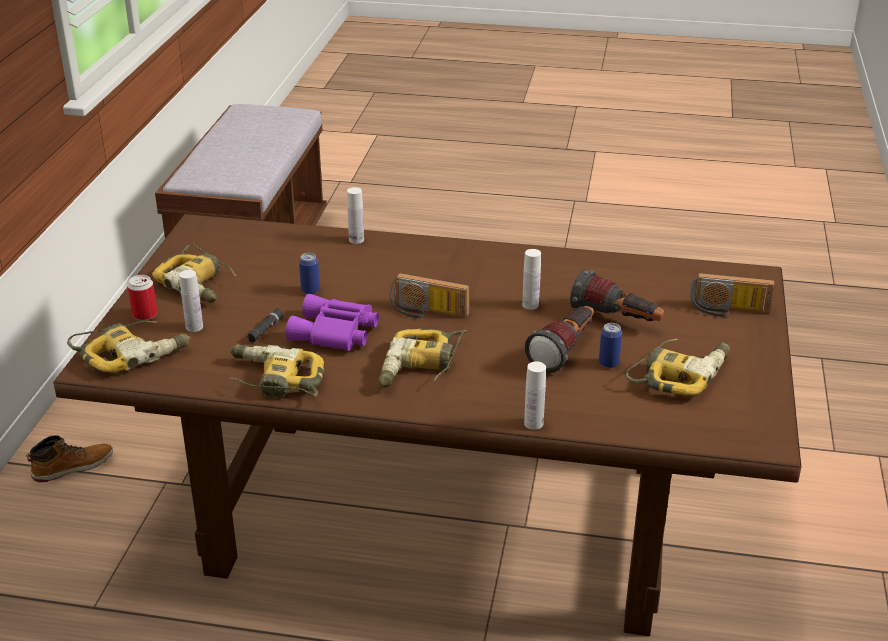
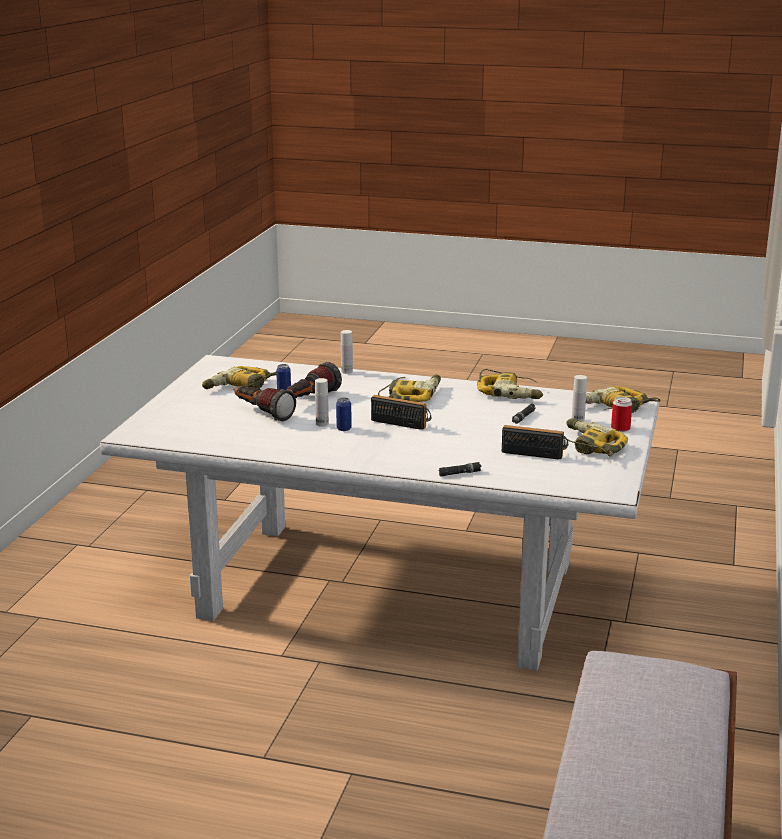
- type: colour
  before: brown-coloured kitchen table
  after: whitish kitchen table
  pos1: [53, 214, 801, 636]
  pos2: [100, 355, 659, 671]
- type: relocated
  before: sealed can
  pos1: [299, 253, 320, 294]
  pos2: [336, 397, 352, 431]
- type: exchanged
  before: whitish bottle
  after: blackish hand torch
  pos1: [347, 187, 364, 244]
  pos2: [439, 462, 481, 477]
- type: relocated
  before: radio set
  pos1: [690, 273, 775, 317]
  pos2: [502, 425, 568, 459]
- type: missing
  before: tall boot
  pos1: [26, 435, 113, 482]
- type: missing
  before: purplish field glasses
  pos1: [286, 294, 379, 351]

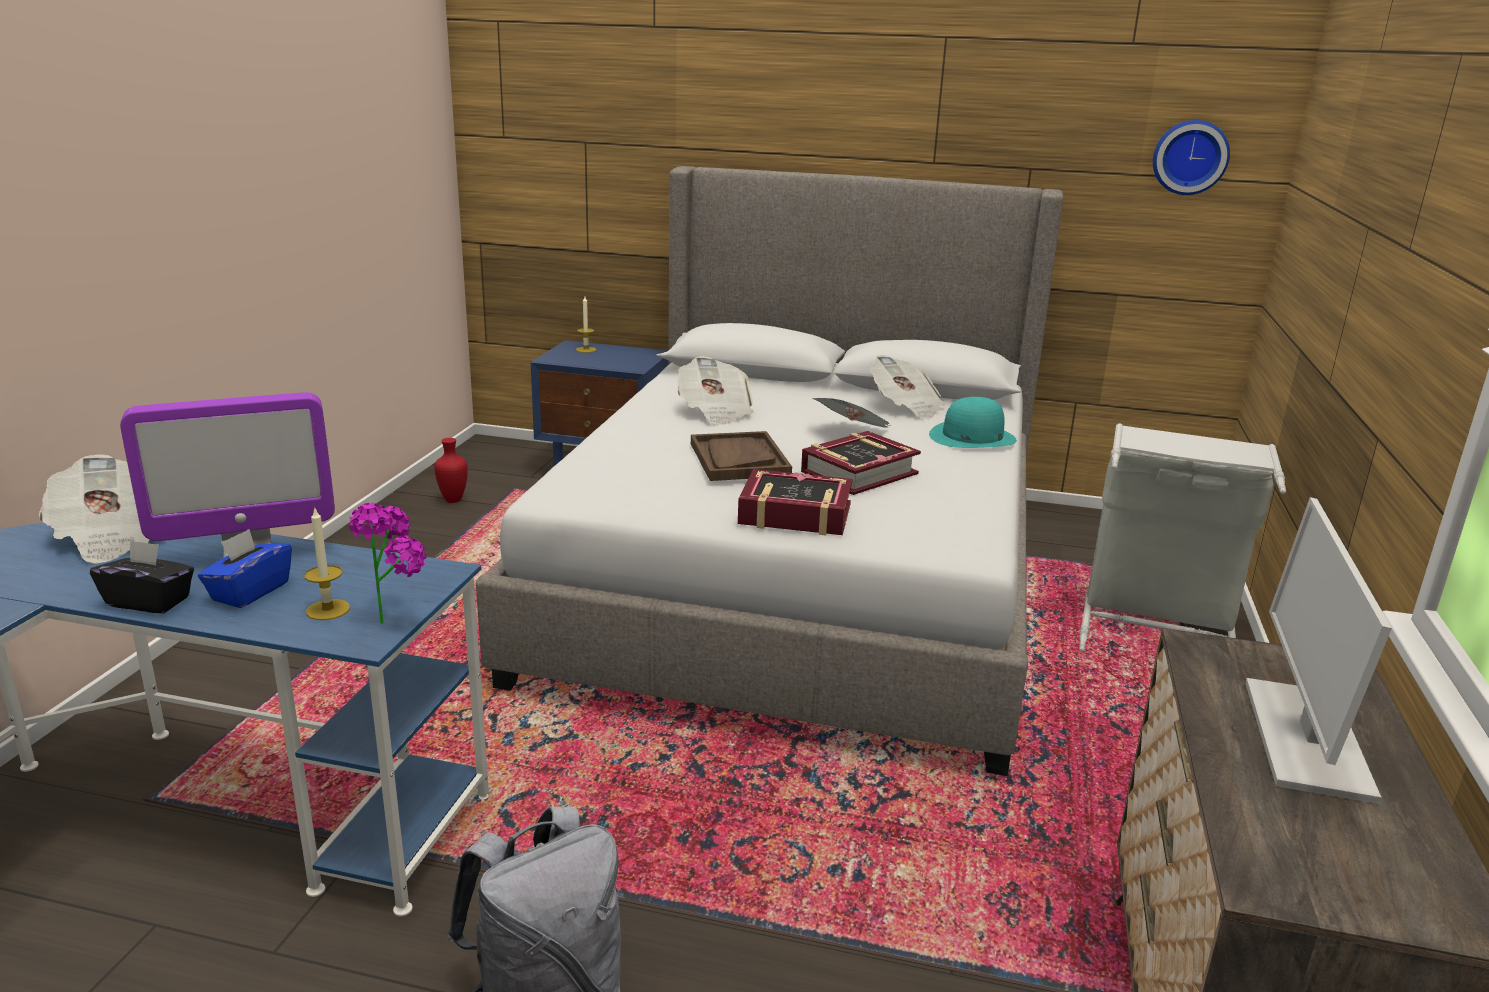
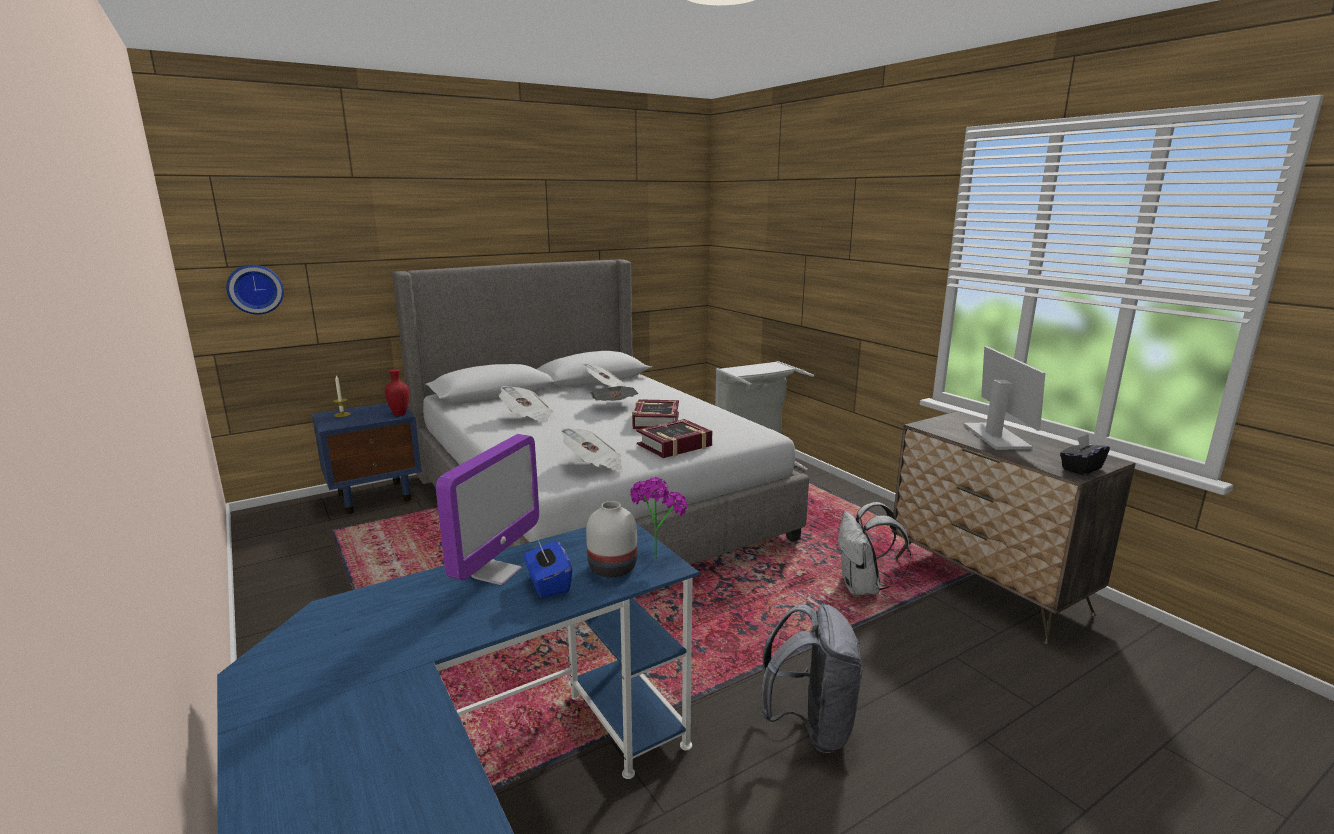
- type: relocated
  before: hanging clock
  pos1: [1153, 120, 1230, 195]
  pos2: [226, 265, 284, 315]
- type: relocated
  before: reddish vase
  pos1: [434, 438, 468, 503]
  pos2: [385, 369, 409, 416]
- type: relocated
  before: printed paper
  pos1: [38, 454, 149, 564]
  pos2: [561, 428, 623, 472]
- type: exchanged
  before: candle
  after: whitish vase
  pos1: [304, 509, 350, 620]
  pos2: [586, 501, 637, 577]
- type: appeared
  after: whitish rucksack
  pos2: [838, 502, 911, 595]
- type: spun
  before: monitor
  pos1: [1246, 497, 1392, 804]
  pos2: [963, 346, 1045, 450]
  turn: -150
- type: relocated
  before: blackish box of tissues
  pos1: [90, 540, 194, 613]
  pos2: [1060, 434, 1110, 475]
- type: missing
  before: brown-coloured carrying tray
  pos1: [691, 431, 792, 481]
- type: missing
  before: turquoise wearable hat
  pos1: [929, 397, 1017, 448]

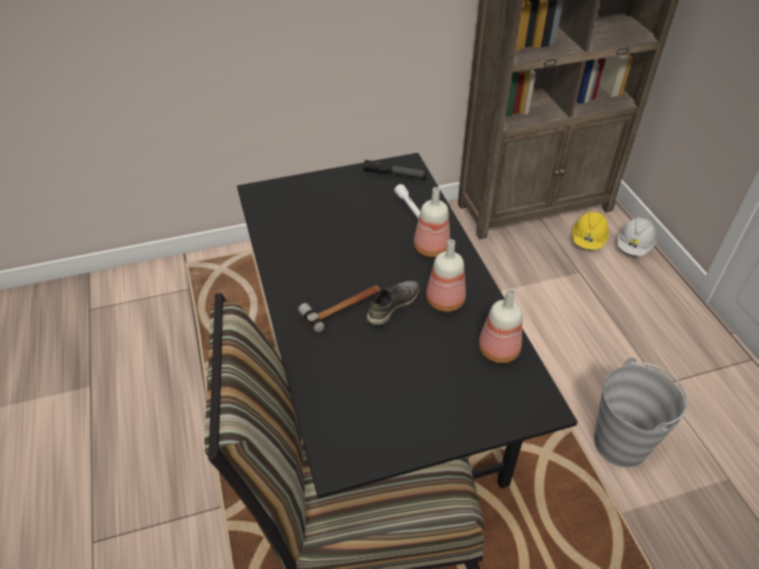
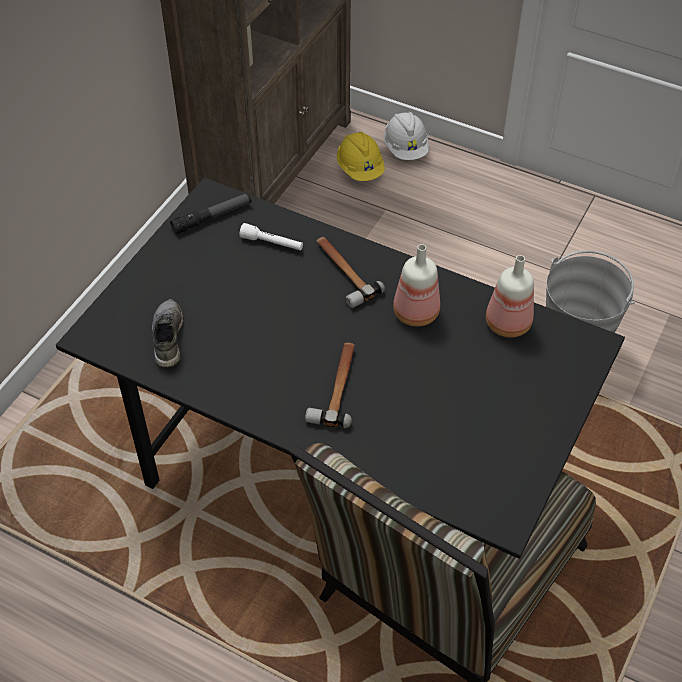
- type: relocated
  before: grey item of footwear
  pos1: [367, 281, 420, 326]
  pos2: [152, 299, 183, 367]
- type: exchanged
  before: bottle
  after: hand hammer
  pos1: [414, 187, 450, 257]
  pos2: [317, 237, 385, 308]

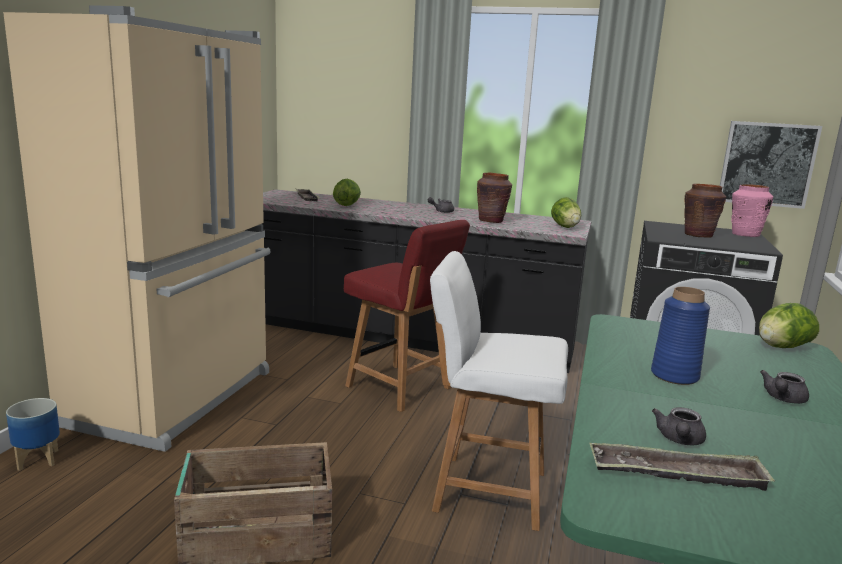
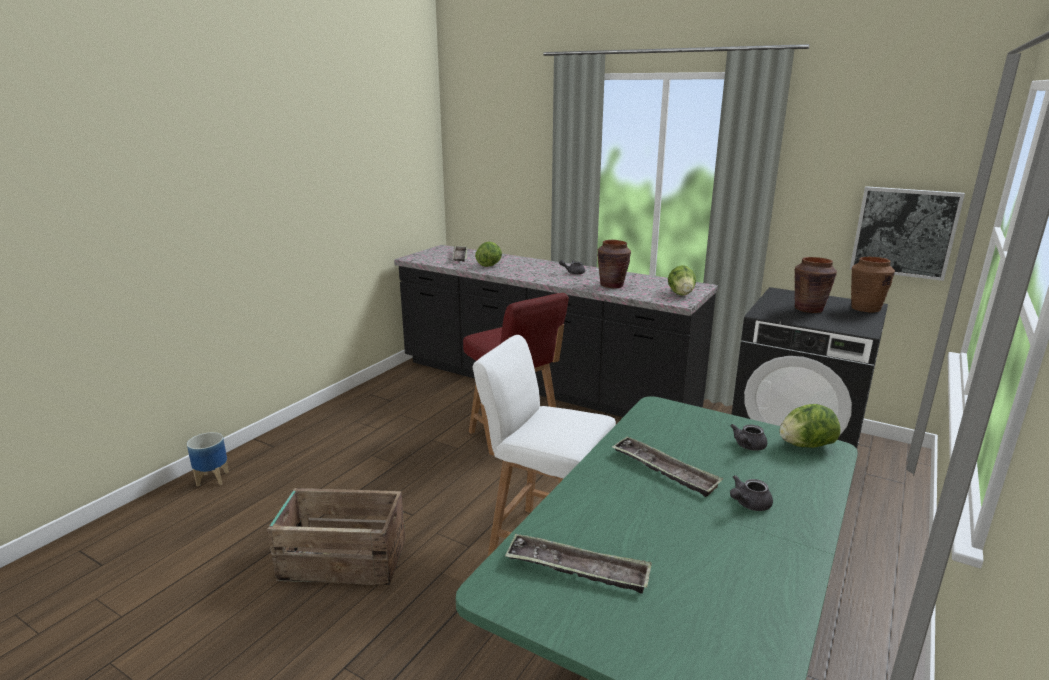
- type: exchanged
  before: blue vase
  after: carrying tray
  pos1: [651, 287, 710, 385]
  pos2: [612, 436, 723, 497]
- type: relocated
  before: grey tea pot
  pos1: [652, 407, 706, 445]
  pos2: [731, 424, 767, 451]
- type: colour
  before: pink-coloured vase
  after: brown-coloured vase
  pos1: [731, 184, 773, 237]
  pos2: [851, 257, 895, 313]
- type: missing
  before: beige fridge
  pos1: [3, 5, 271, 452]

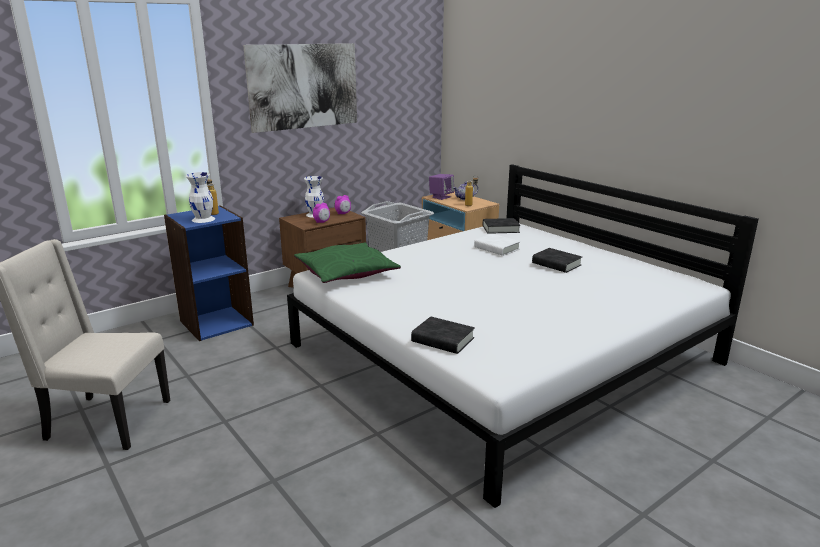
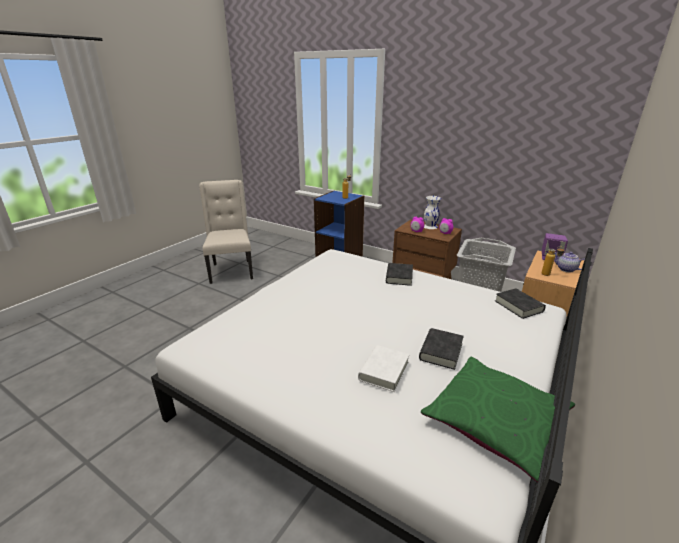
- type: relocated
  before: whitish book
  pos1: [474, 234, 520, 256]
  pos2: [358, 345, 410, 392]
- type: relocated
  before: blackish book
  pos1: [411, 316, 475, 354]
  pos2: [386, 263, 413, 286]
- type: relocated
  before: green throw pillow
  pos1: [294, 243, 401, 283]
  pos2: [421, 357, 575, 482]
- type: missing
  before: whitish vase
  pos1: [186, 172, 215, 223]
- type: missing
  before: wall art
  pos1: [243, 43, 357, 133]

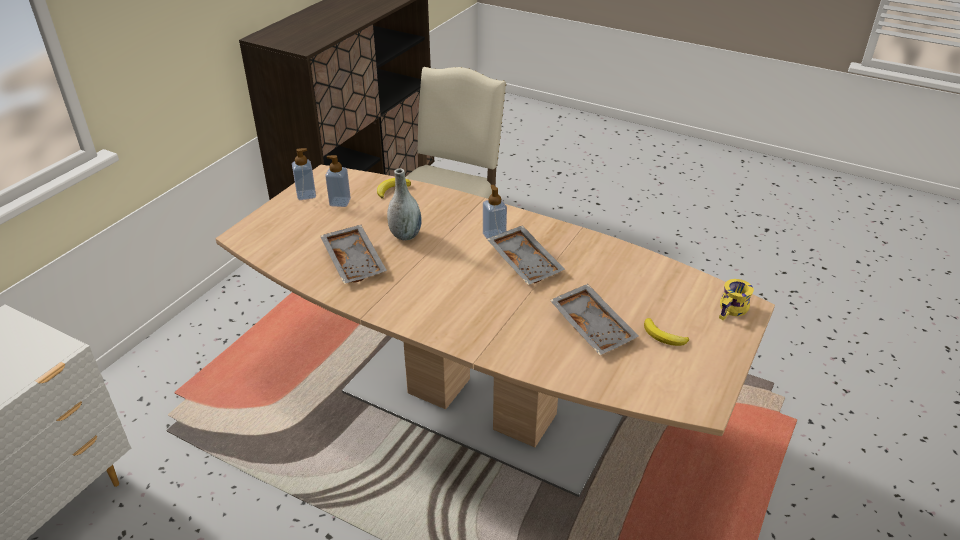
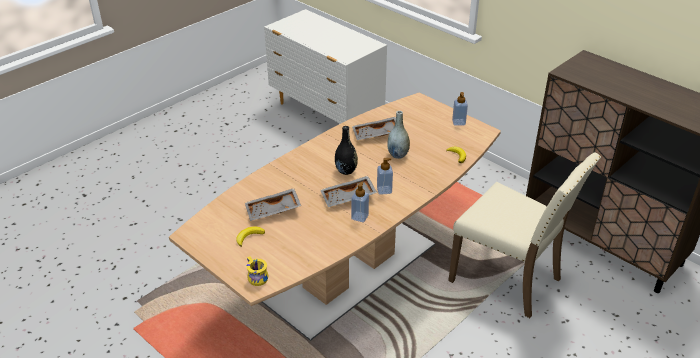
- type: appeared
  after: blackish vase
  pos2: [335, 126, 358, 175]
- type: relocated
  before: liquid soap bottle
  pos1: [325, 155, 351, 207]
  pos2: [351, 182, 369, 222]

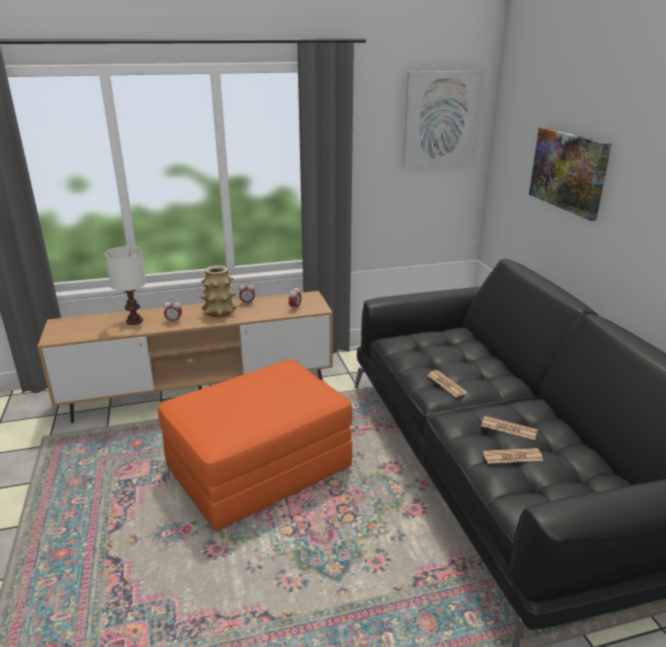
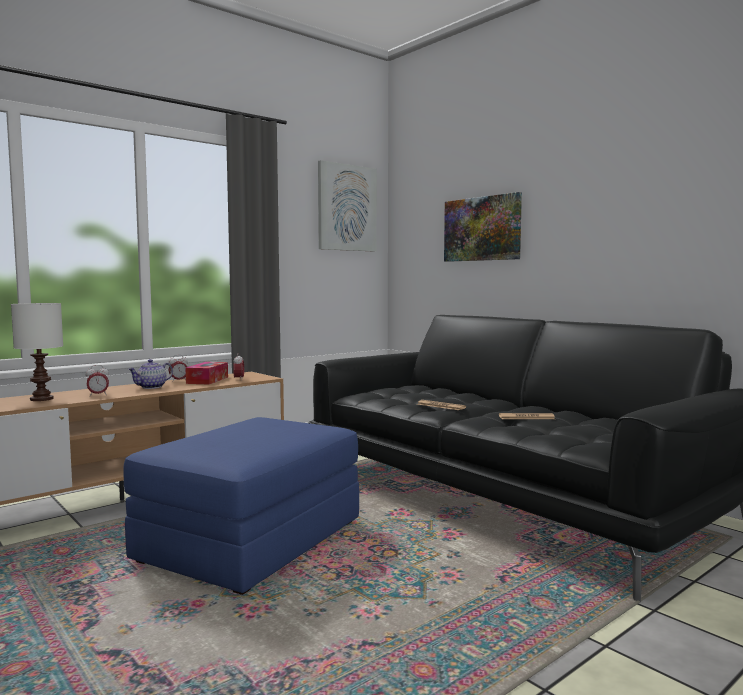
- type: colour
  before: orange ottoman
  after: blue ottoman
  pos1: [158, 359, 352, 532]
  pos2: [124, 417, 359, 595]
- type: exchanged
  before: vase
  after: tea pot
  pos1: [200, 265, 237, 317]
  pos2: [128, 359, 173, 389]
- type: appeared
  after: box of tissues
  pos2: [185, 362, 228, 384]
- type: missing
  before: printed paper
  pos1: [483, 448, 543, 464]

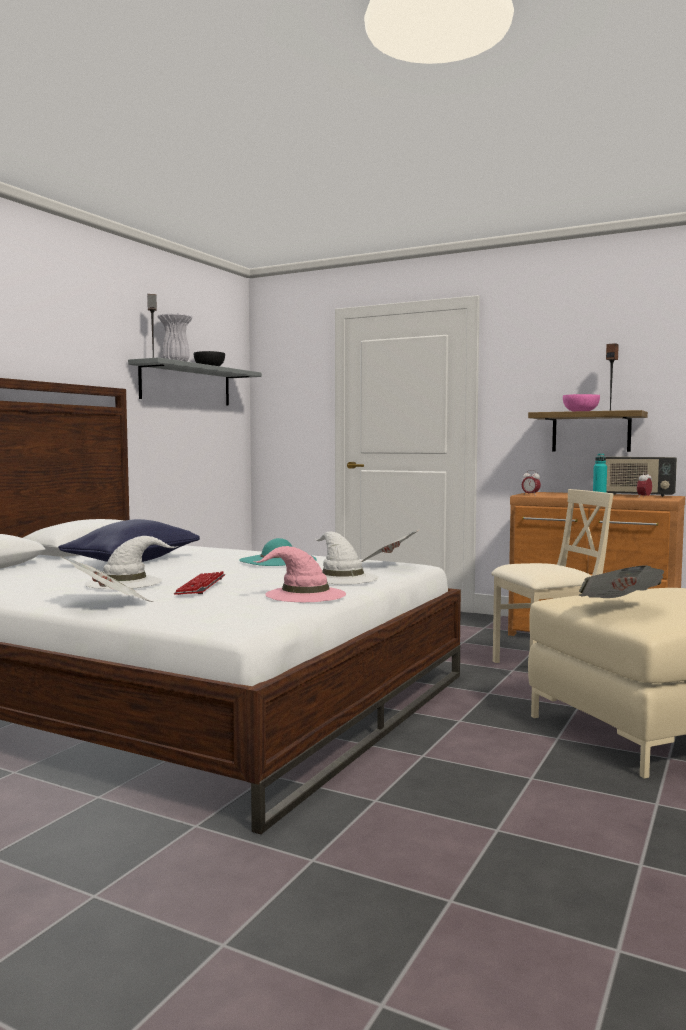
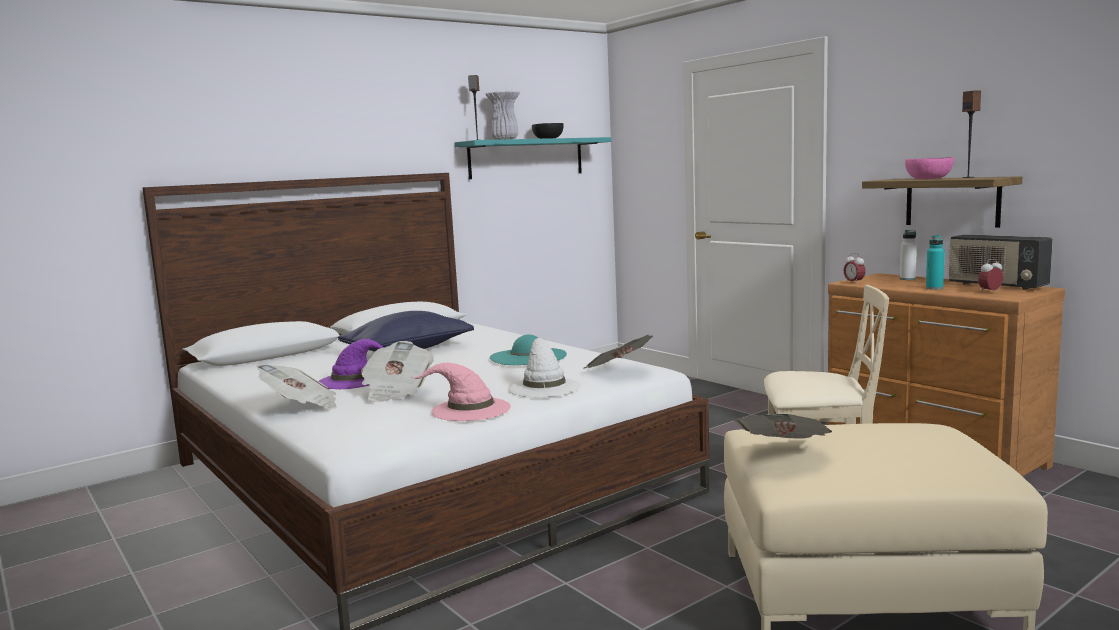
- type: colour
  before: whitish wearable hat
  after: purplish wearable hat
  pos1: [84, 536, 178, 589]
  pos2: [319, 339, 384, 389]
- type: exchanged
  before: keyboard
  after: printed paper
  pos1: [174, 571, 225, 595]
  pos2: [361, 341, 434, 402]
- type: colour
  before: grey wall shelf
  after: turquoise wall shelf
  pos1: [128, 357, 262, 405]
  pos2: [455, 137, 611, 179]
- type: appeared
  after: whitish bottle
  pos2: [900, 230, 917, 280]

